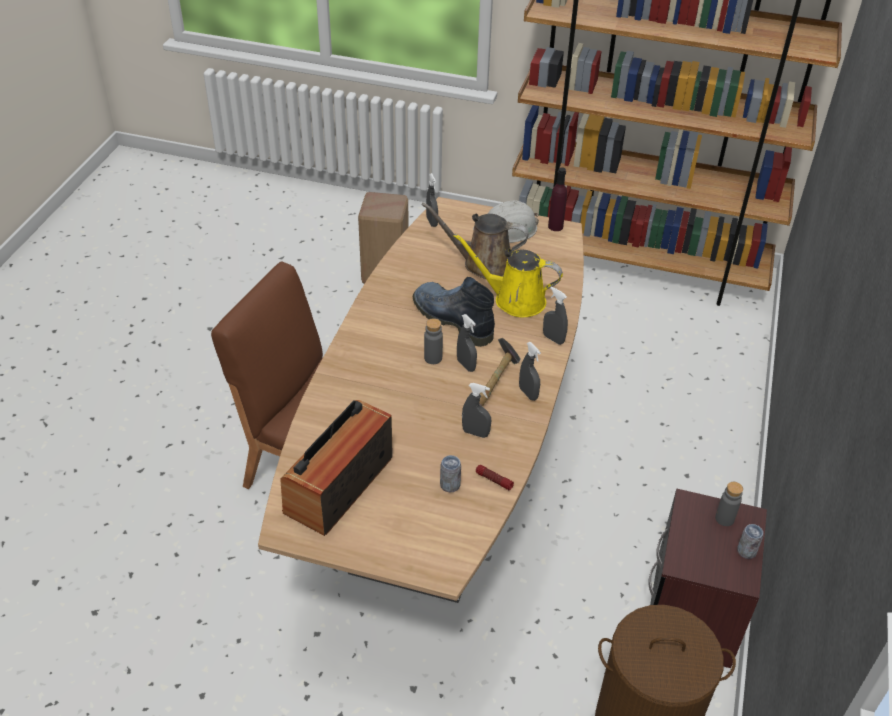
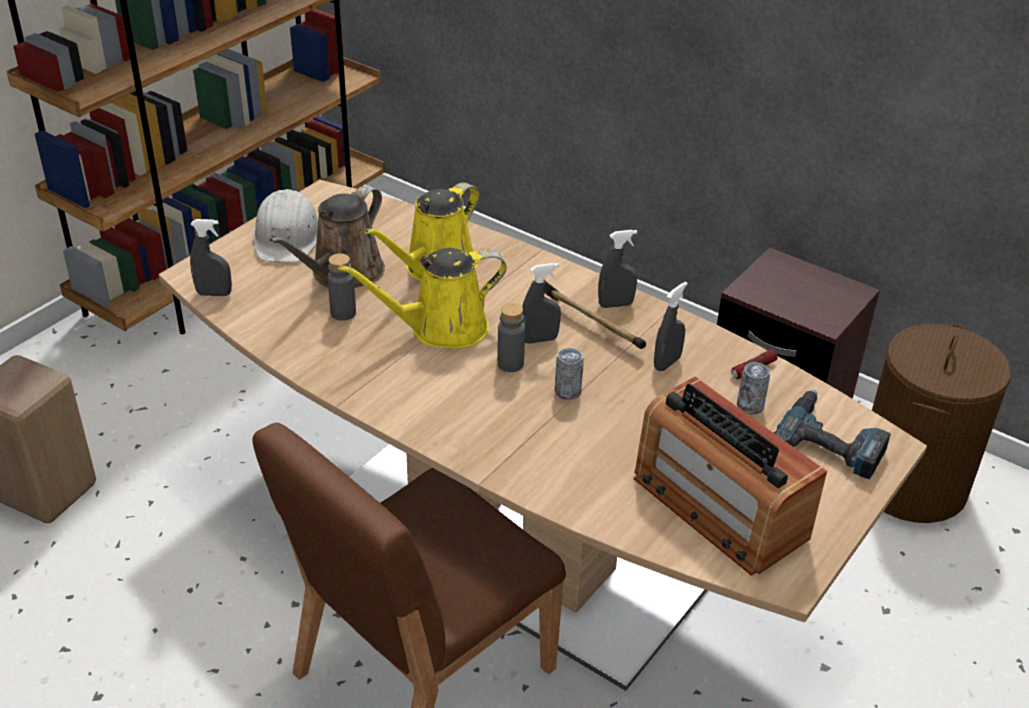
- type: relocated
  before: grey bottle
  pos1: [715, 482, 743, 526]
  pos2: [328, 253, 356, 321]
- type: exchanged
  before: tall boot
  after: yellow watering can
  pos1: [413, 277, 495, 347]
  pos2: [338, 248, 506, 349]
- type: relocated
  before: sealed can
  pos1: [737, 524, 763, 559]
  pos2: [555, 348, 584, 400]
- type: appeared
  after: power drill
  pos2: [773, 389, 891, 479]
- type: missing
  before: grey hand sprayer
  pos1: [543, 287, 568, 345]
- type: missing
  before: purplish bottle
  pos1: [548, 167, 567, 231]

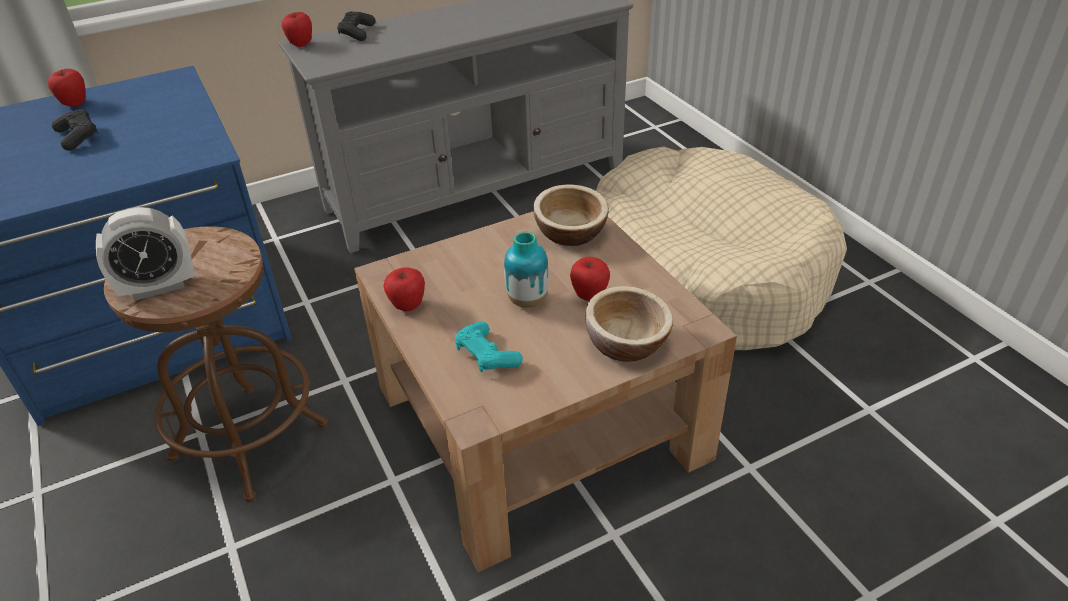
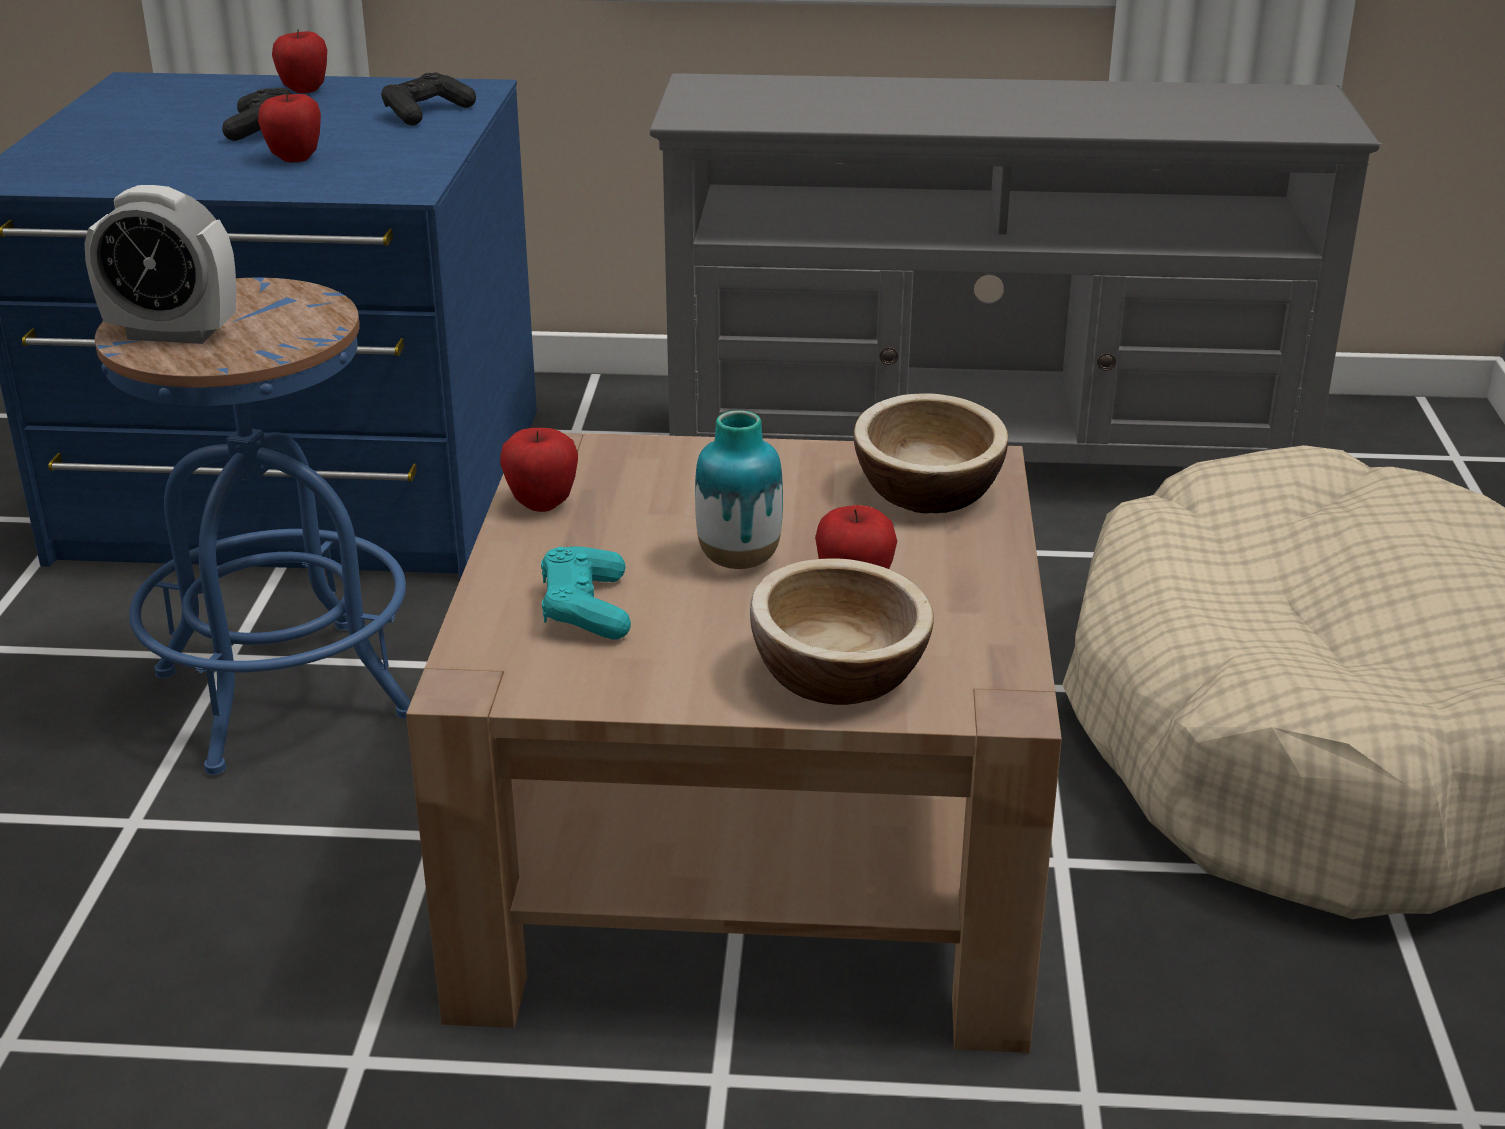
- type: colour
  before: brown-coloured stool
  after: blue stool
  pos1: [104, 226, 329, 502]
  pos2: [95, 278, 411, 775]
- type: relocated
  before: apple
  pos1: [282, 12, 312, 47]
  pos2: [258, 92, 321, 162]
- type: relocated
  before: blackish game controller
  pos1: [337, 11, 375, 41]
  pos2: [381, 72, 476, 126]

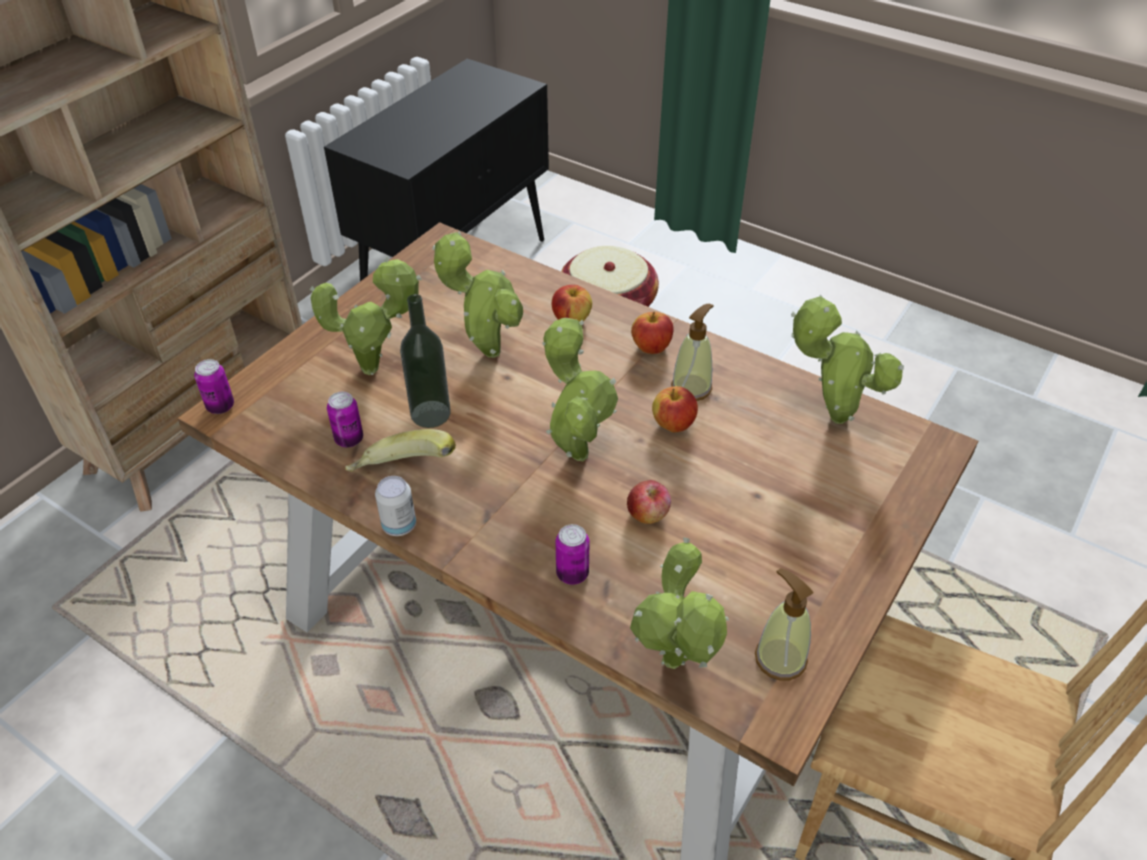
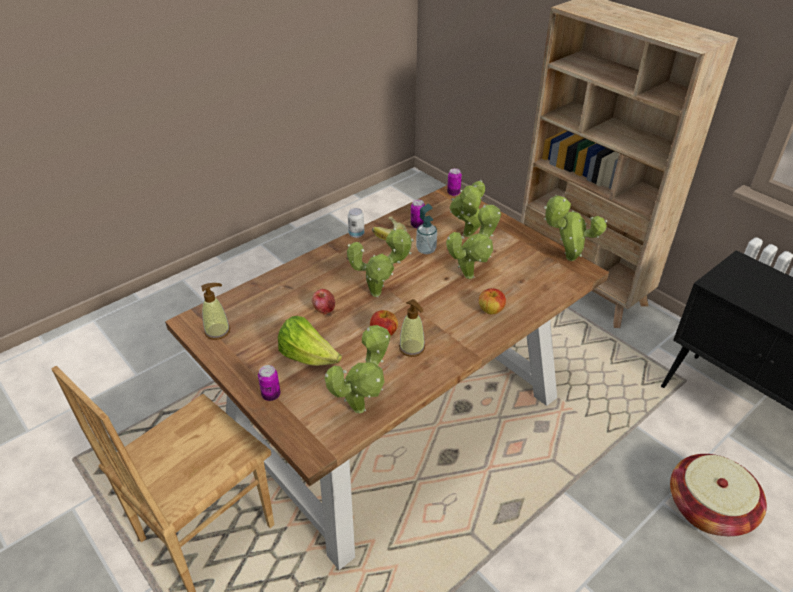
- type: relocated
  before: sealed can
  pos1: [556, 524, 589, 585]
  pos2: [258, 365, 281, 401]
- type: appeared
  after: head of lettuce
  pos2: [278, 316, 342, 366]
- type: exchanged
  before: bottle
  after: liquid soap bottle
  pos1: [400, 294, 451, 428]
  pos2: [416, 204, 437, 254]
- type: relocated
  before: plant in a pot
  pos1: [630, 537, 729, 669]
  pos2: [544, 194, 607, 261]
- type: missing
  before: apple
  pos1: [631, 312, 674, 354]

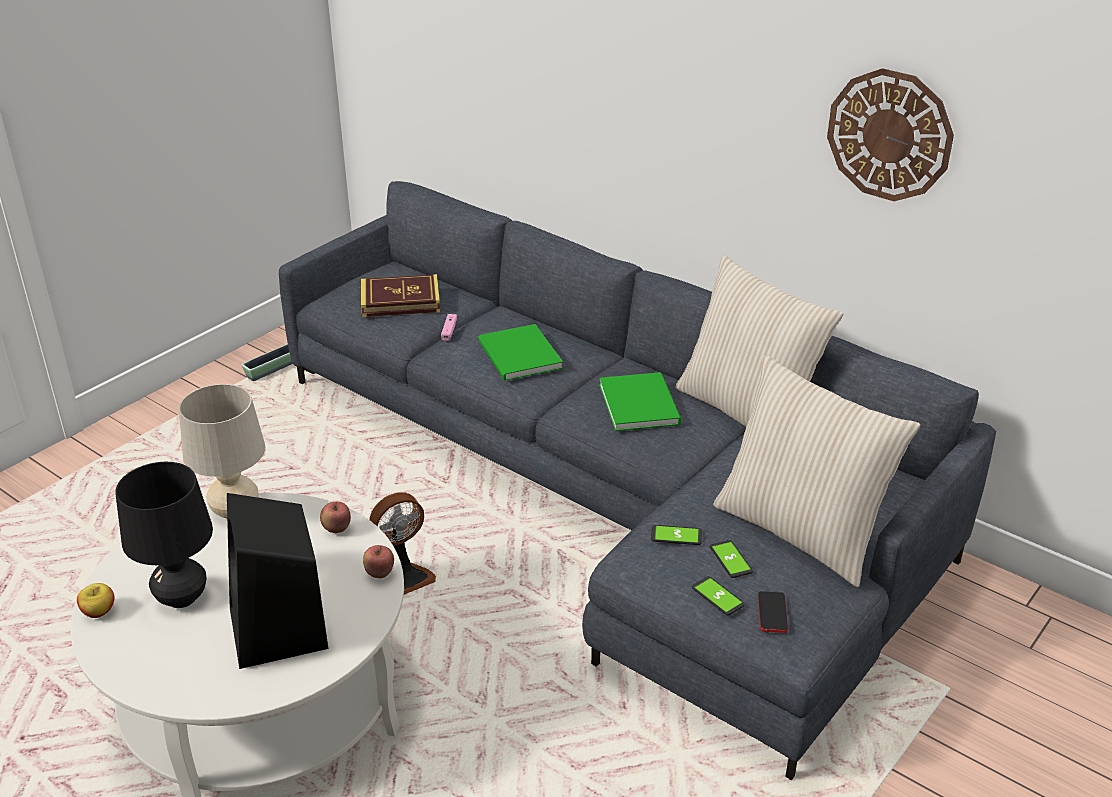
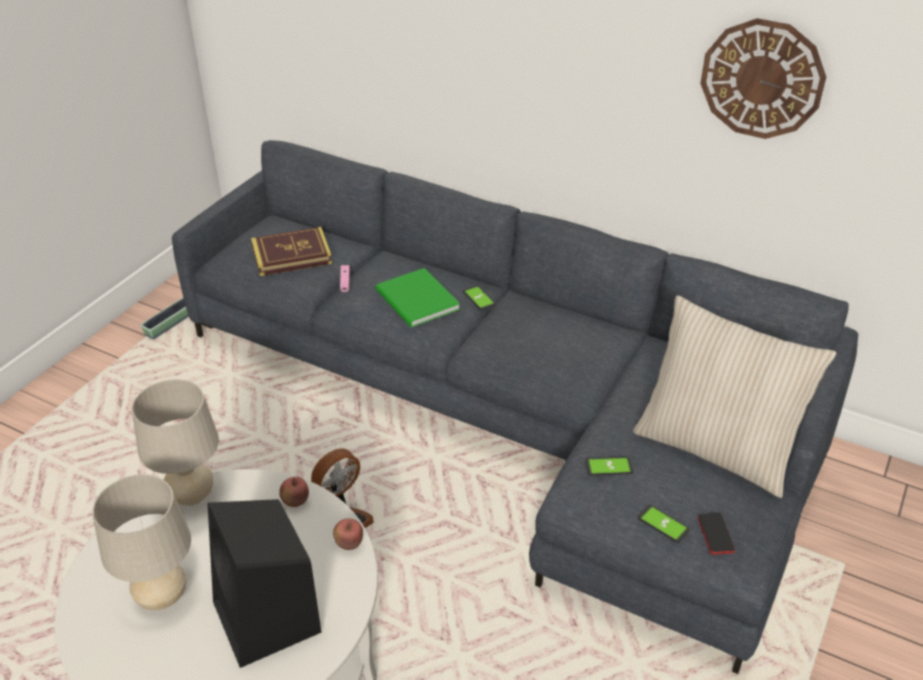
- type: colour
  before: blackish tabletop lamp
  after: beige tabletop lamp
  pos1: [115, 462, 213, 608]
  pos2: [92, 474, 191, 610]
- type: relocated
  before: telephone
  pos1: [710, 540, 753, 578]
  pos2: [463, 285, 496, 310]
- type: missing
  before: apple
  pos1: [77, 583, 114, 618]
- type: missing
  before: green book
  pos1: [599, 372, 681, 431]
- type: missing
  before: beige throw pillow
  pos1: [675, 255, 843, 427]

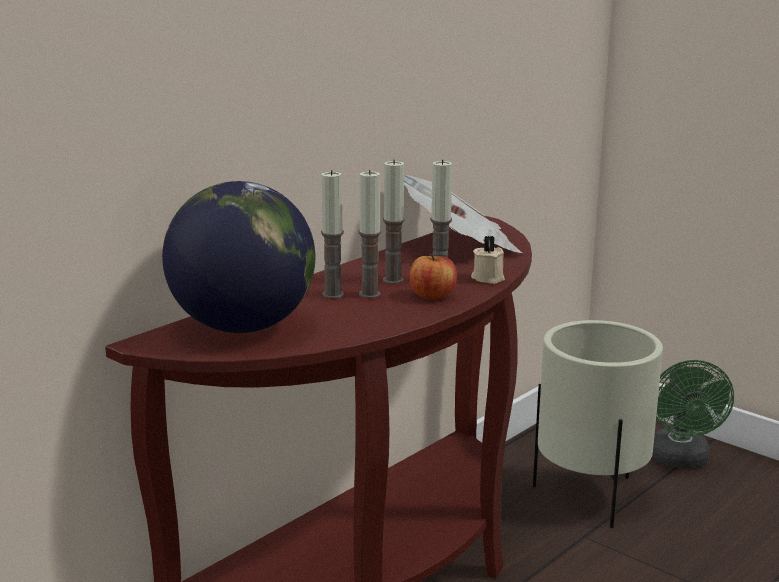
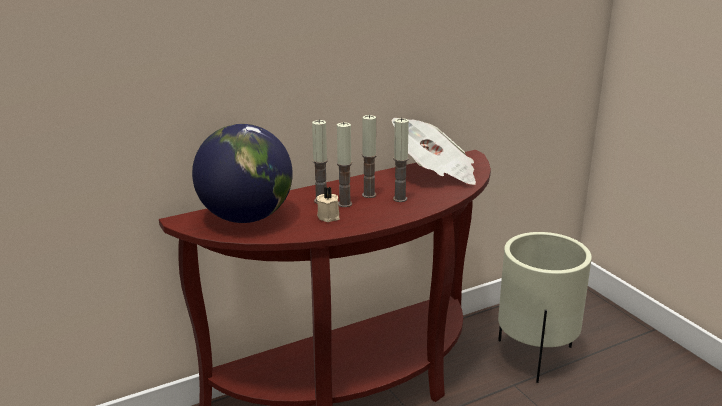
- type: relocated
  before: beige candle
  pos1: [471, 236, 505, 284]
  pos2: [316, 187, 340, 222]
- type: missing
  before: apple
  pos1: [410, 254, 457, 299]
- type: missing
  before: green fan
  pos1: [652, 360, 734, 468]

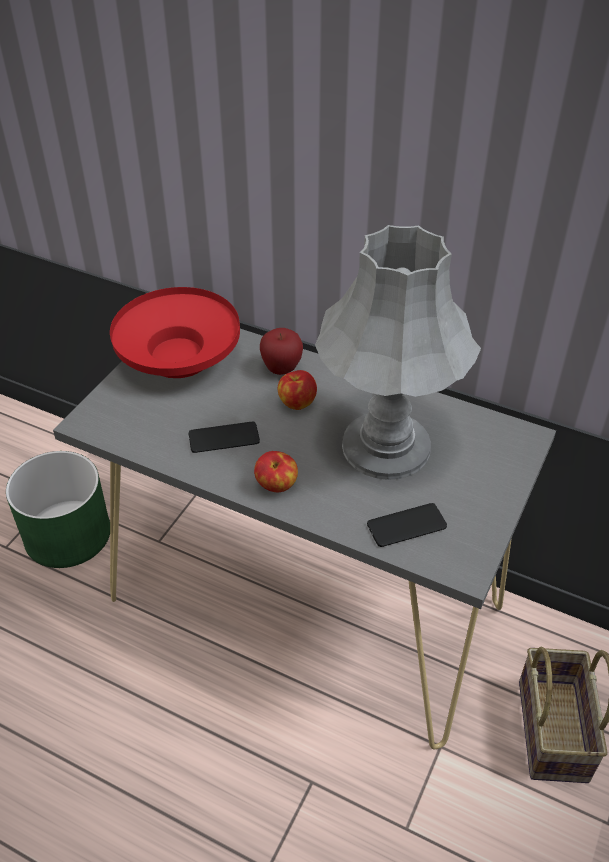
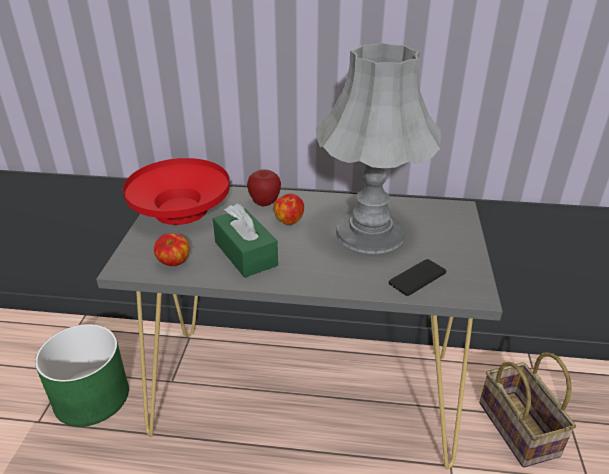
- type: relocated
  before: apple
  pos1: [254, 451, 298, 492]
  pos2: [154, 233, 190, 266]
- type: exchanged
  before: telephone
  after: green box of tissues
  pos1: [189, 422, 260, 453]
  pos2: [213, 203, 278, 278]

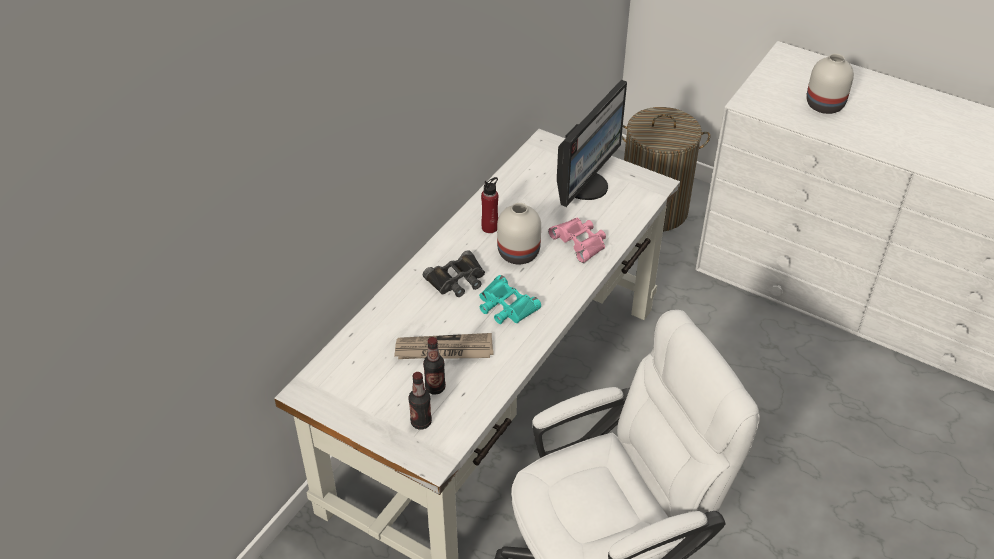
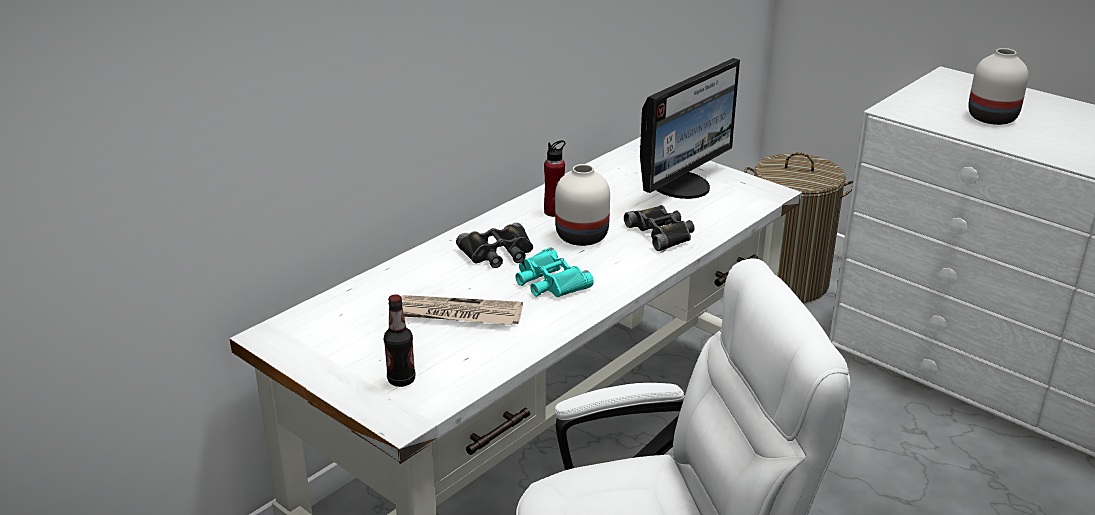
- type: colour
  before: pink-coloured field glasses
  after: blackish field glasses
  pos1: [548, 218, 606, 263]
  pos2: [624, 205, 694, 251]
- type: missing
  before: bottle
  pos1: [423, 337, 446, 394]

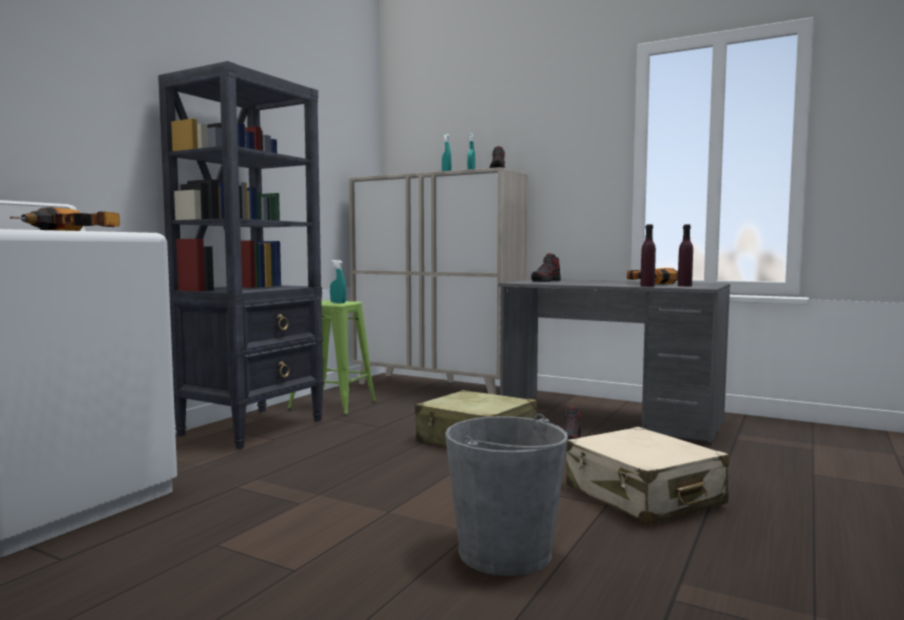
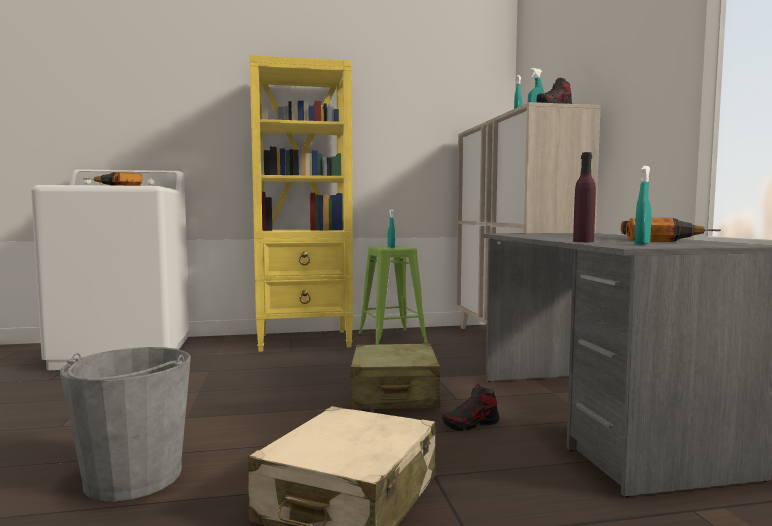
- type: colour
  before: blackish bookshelf
  after: yellow bookshelf
  pos1: [158, 61, 324, 449]
  pos2: [250, 55, 353, 352]
- type: exchanged
  before: purplish bottle
  after: turquoise hand sprayer
  pos1: [678, 225, 693, 286]
  pos2: [635, 166, 652, 245]
- type: missing
  before: item of footwear
  pos1: [531, 253, 561, 282]

